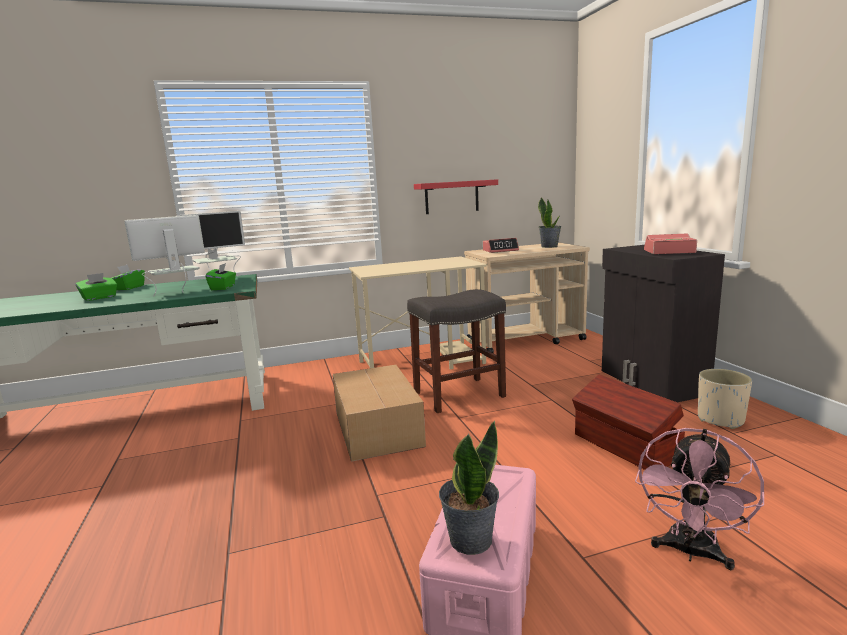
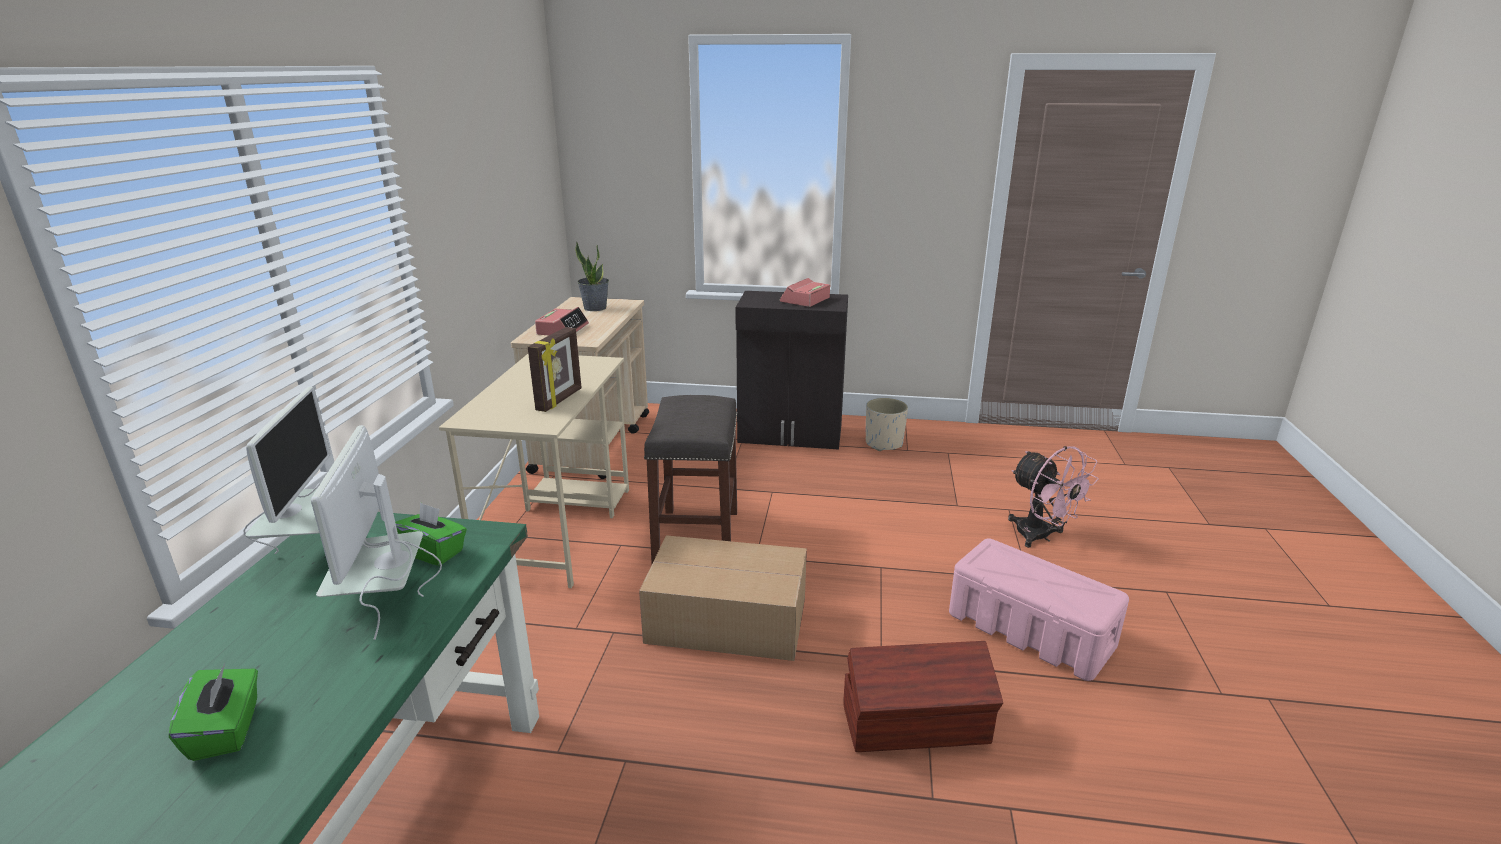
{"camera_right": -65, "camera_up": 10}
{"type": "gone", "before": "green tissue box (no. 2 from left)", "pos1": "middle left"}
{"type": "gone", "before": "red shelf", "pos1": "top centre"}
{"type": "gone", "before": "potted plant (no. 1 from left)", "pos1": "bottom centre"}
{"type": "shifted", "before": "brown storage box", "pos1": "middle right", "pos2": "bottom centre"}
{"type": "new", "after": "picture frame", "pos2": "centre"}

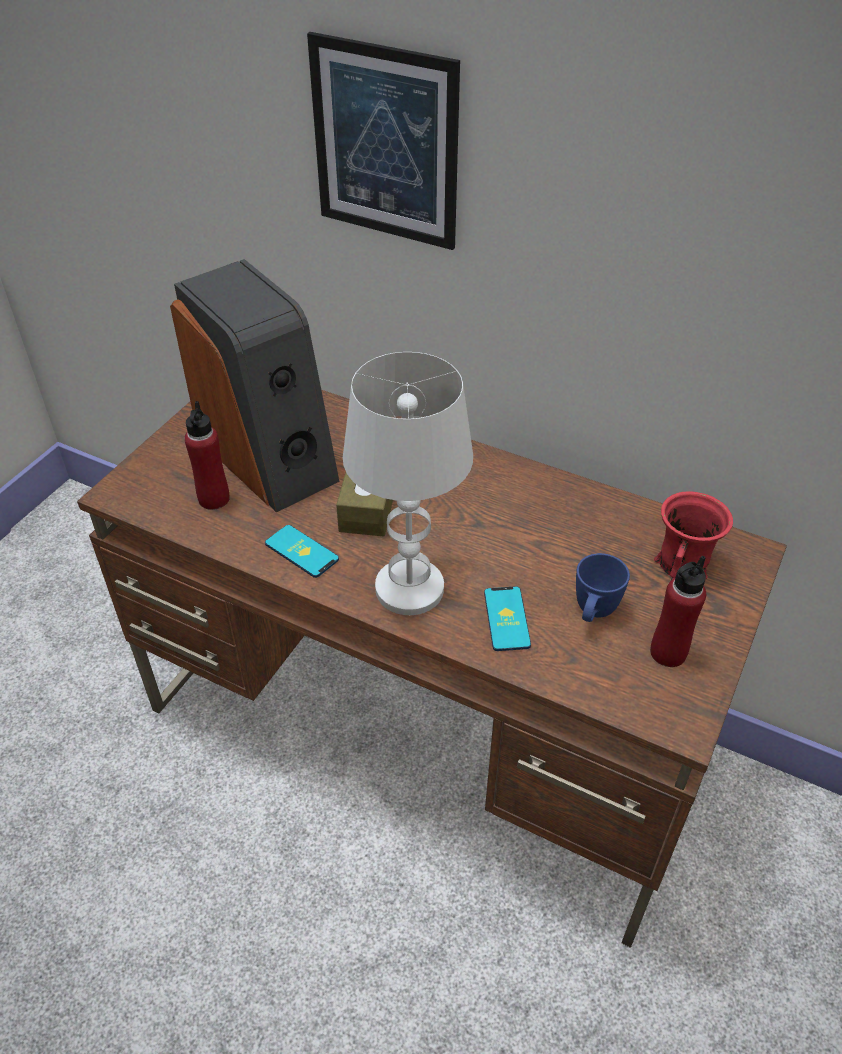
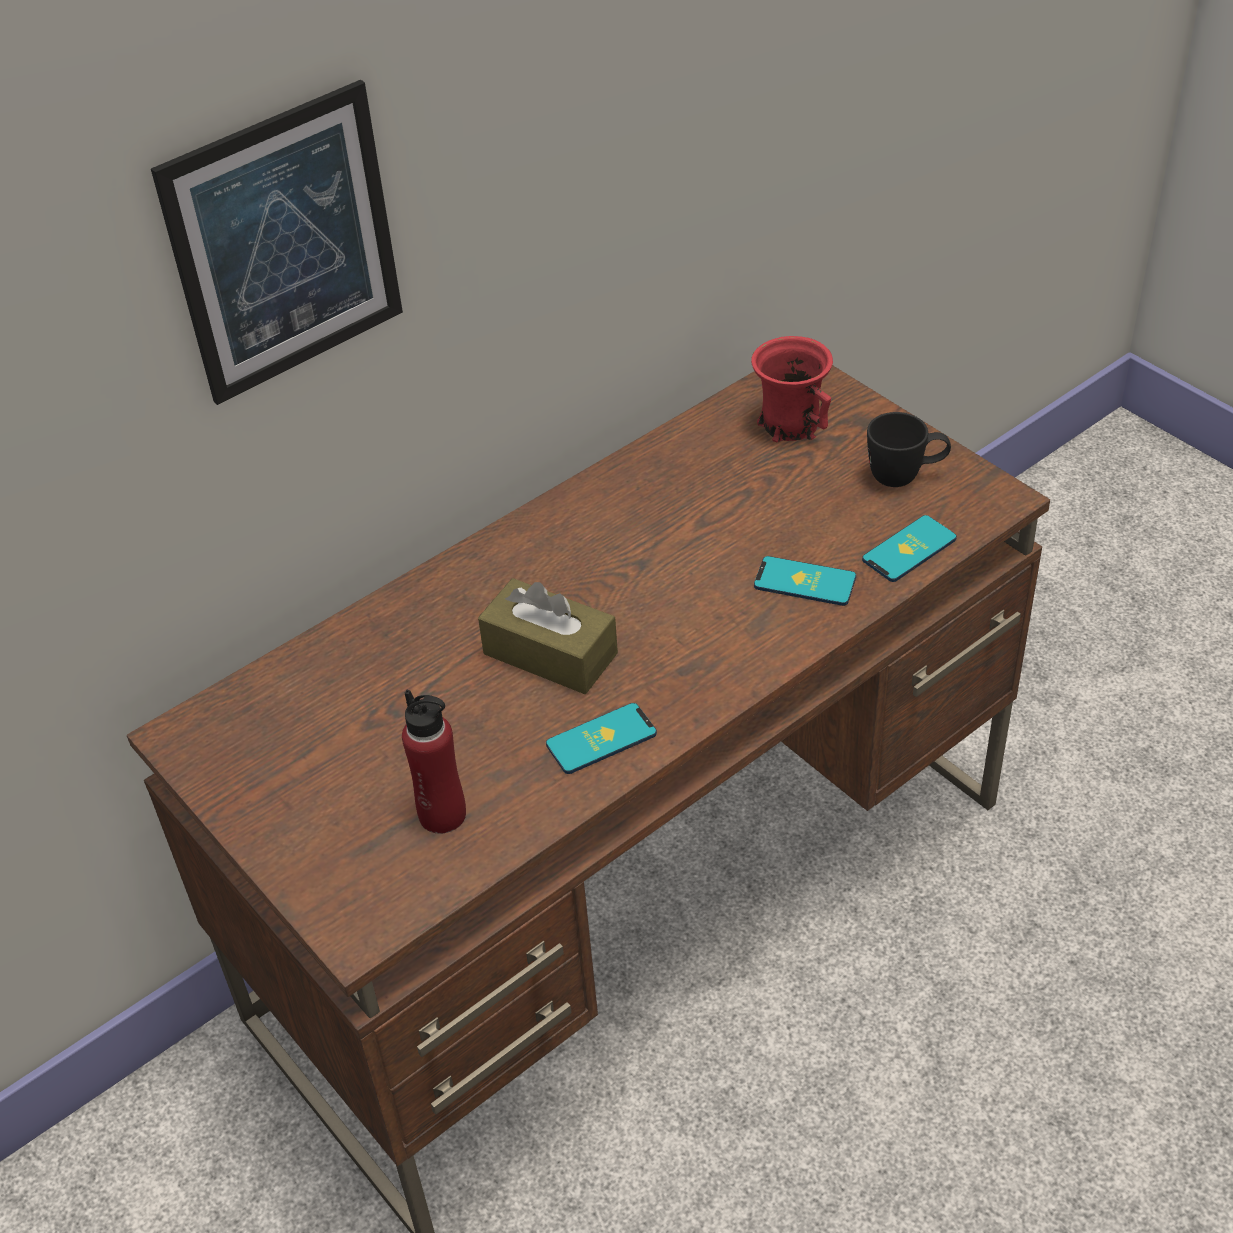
{"camera_right": -65, "camera_up": 0}
{"type": "gone", "before": "speaker", "pos1": "middle left"}
{"type": "gone", "before": "white table lamp", "pos1": "centre"}
{"type": "gone", "before": "blue mug", "pos1": "middle right"}
{"type": "swapped", "before": "red bottle (no. 2 from left)", "after": "black mug", "pos1": "middle right", "pos2": "middle right"}
{"type": "new", "after": "phone (no. 3 from left)", "pos2": "middle right"}

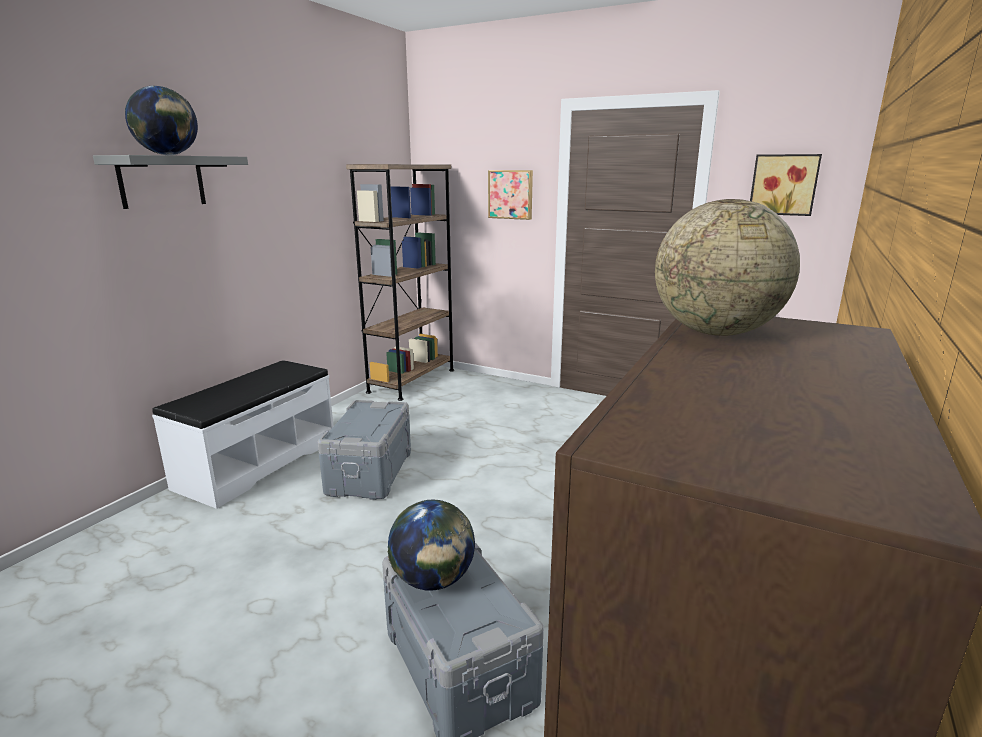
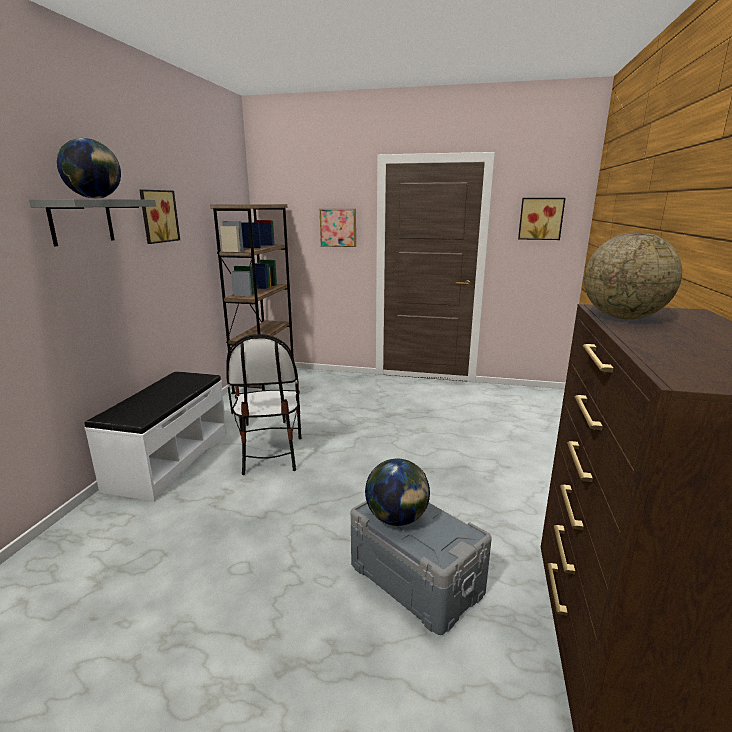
{"camera_right": -15, "camera_up": 0}
{"type": "swapped", "before": "grey storage box (no. 1 from left)", "after": "chair", "pos1": "centre", "pos2": "centre"}
{"type": "new", "after": "picture (no. 1 from left)", "pos2": "top left"}

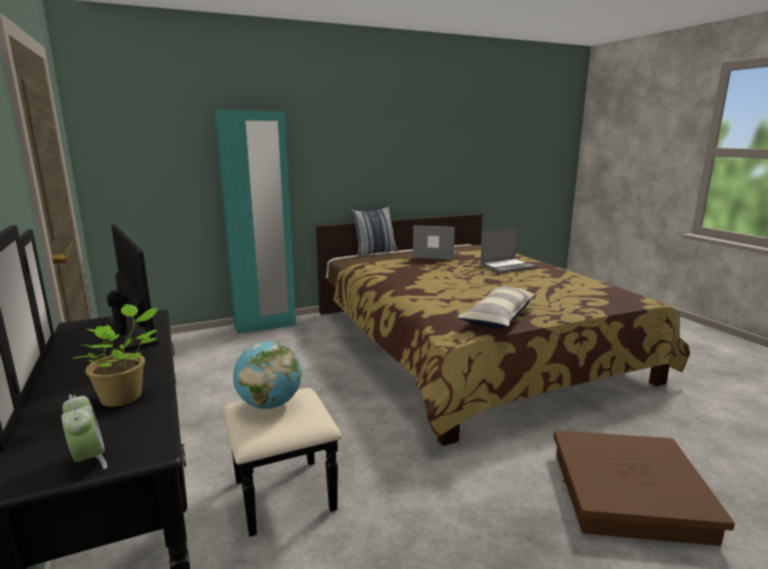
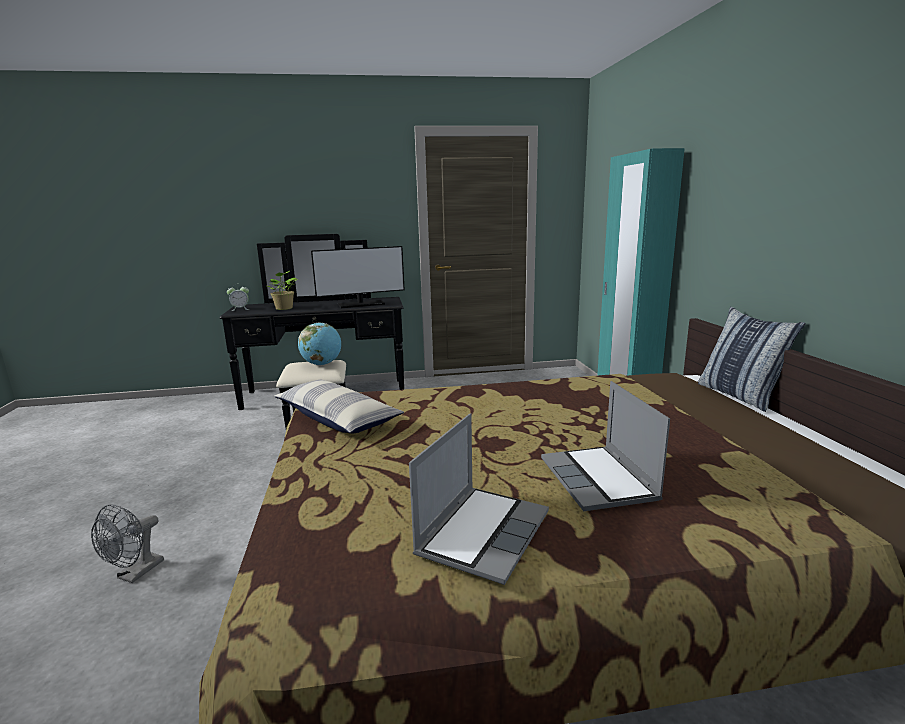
{"camera_right": 105, "camera_up": 0}
{"type": "shifted", "before": "laptop (no. 1 from left)", "pos1": "centre", "pos2": "bottom centre"}
{"type": "swapped", "before": "brown storage box", "after": "grey fan", "pos1": "bottom right", "pos2": "bottom left"}

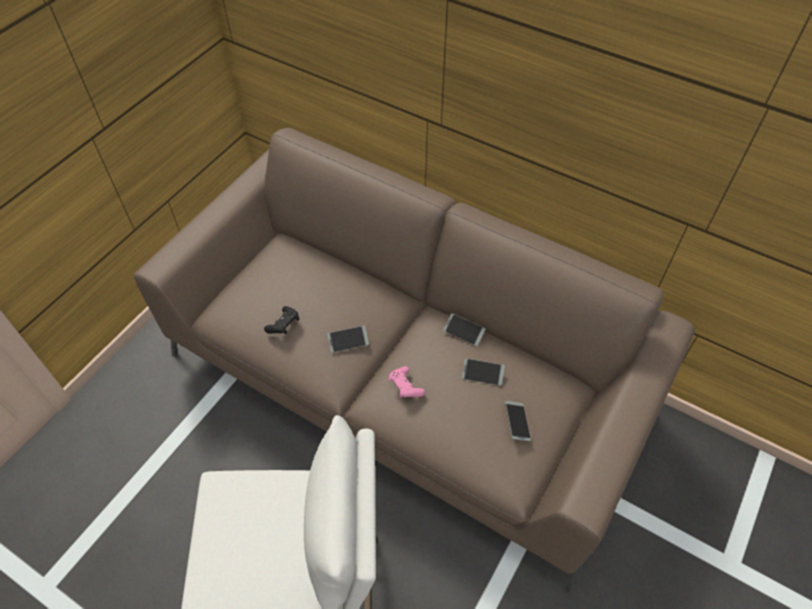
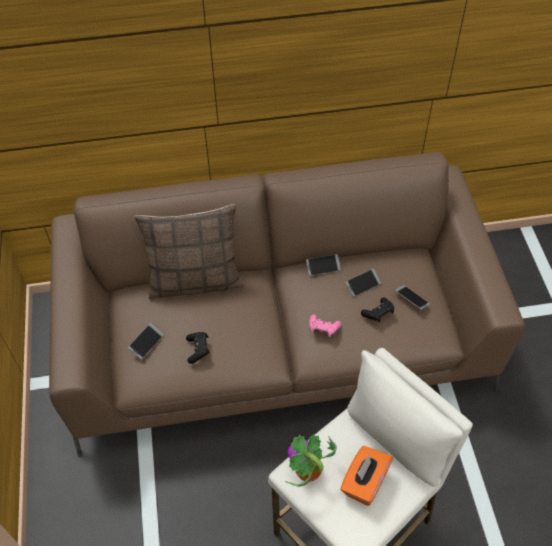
{"camera_right": -40, "camera_up": 0}
{"type": "shifted", "before": "phone (no. 1 from left)", "pos1": "centre", "pos2": "middle left"}
{"type": "new", "after": "pillow", "pos2": "centre"}
{"type": "new", "after": "potted plant", "pos2": "bottom centre"}
{"type": "new", "after": "orange tissue box", "pos2": "bottom centre"}
{"type": "new", "after": "black game controller (no. 2 from left)", "pos2": "middle right"}

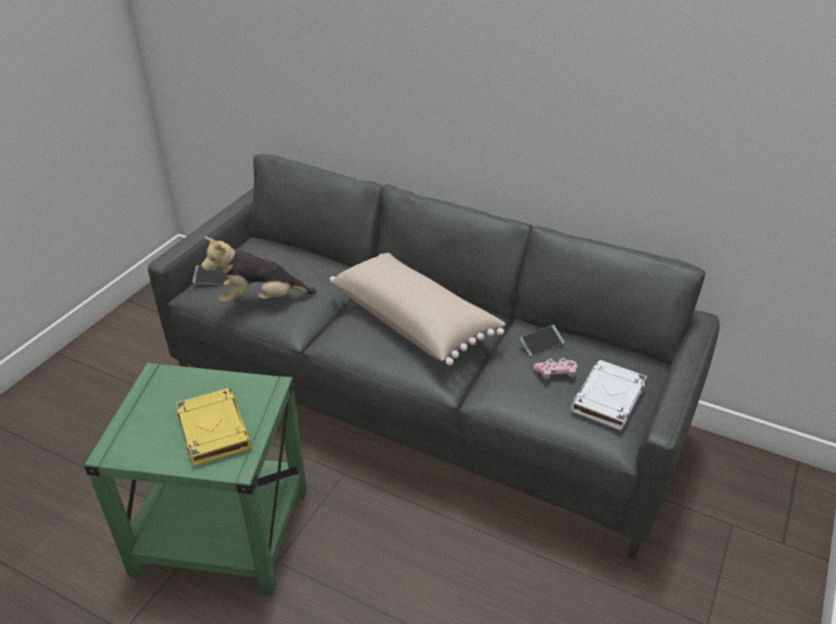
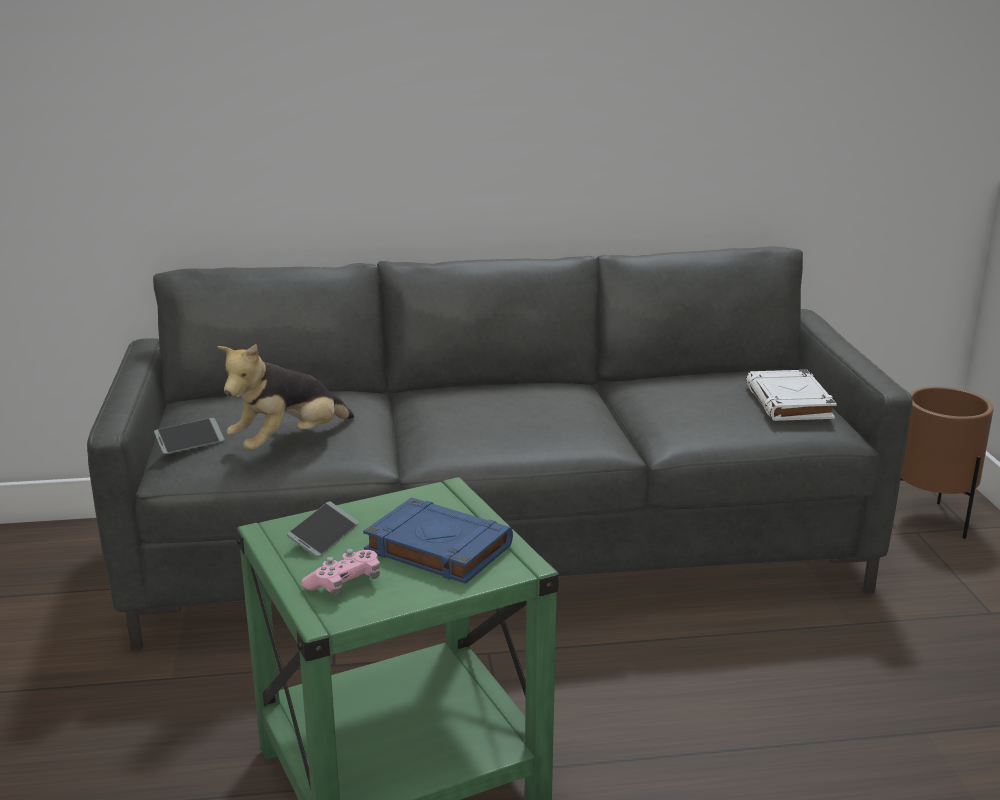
{"camera_right": -35, "camera_up": -15}
{"type": "repainted", "before": "yellow book", "after": "blue book", "pos1": "bottom left", "pos2": "bottom centre"}
{"type": "gone", "before": "beige pillow", "pos1": "centre"}
{"type": "shifted", "before": "phone (no. 2 from left)", "pos1": "centre", "pos2": "middle left"}
{"type": "shifted", "before": "pink game controller", "pos1": "centre", "pos2": "bottom centre"}
{"type": "new", "after": "brown planter", "pos2": "middle right"}

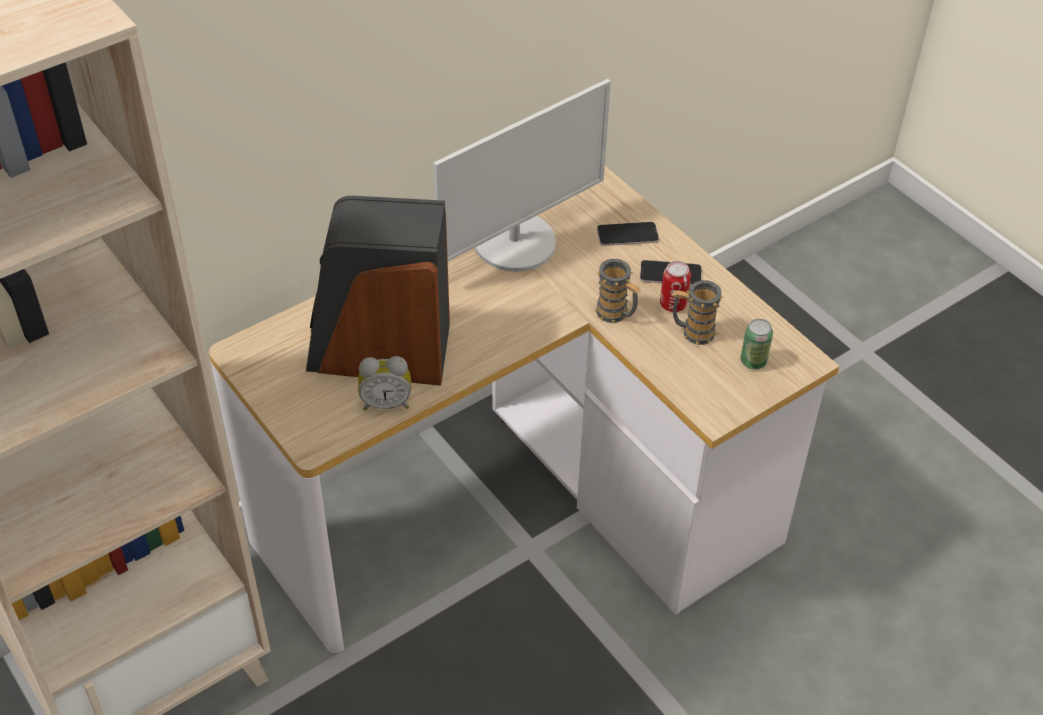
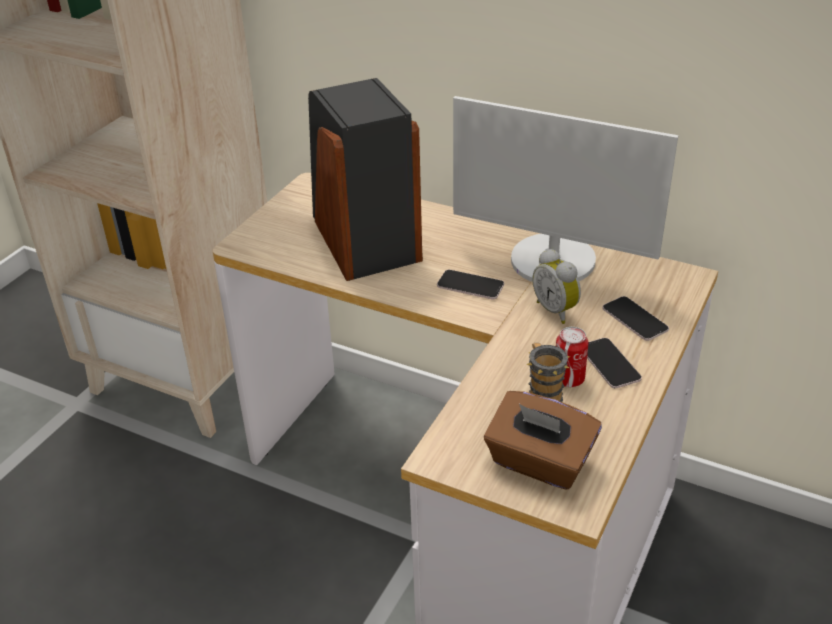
{"camera_right": 65, "camera_up": -10}
{"type": "shifted", "before": "alarm clock", "pos1": "centre", "pos2": "middle right"}
{"type": "gone", "before": "mug (no. 1 from left)", "pos1": "centre"}
{"type": "swapped", "before": "can (no. 2 from left)", "after": "brown tissue box", "pos1": "middle right", "pos2": "bottom centre"}
{"type": "new", "after": "phone (no. 1 from left)", "pos2": "centre"}

